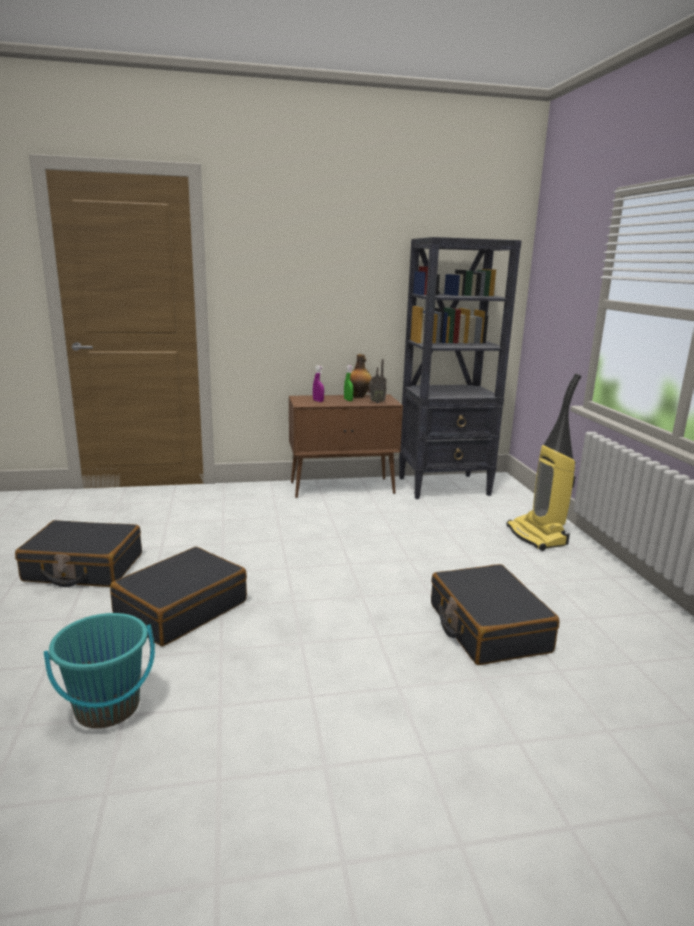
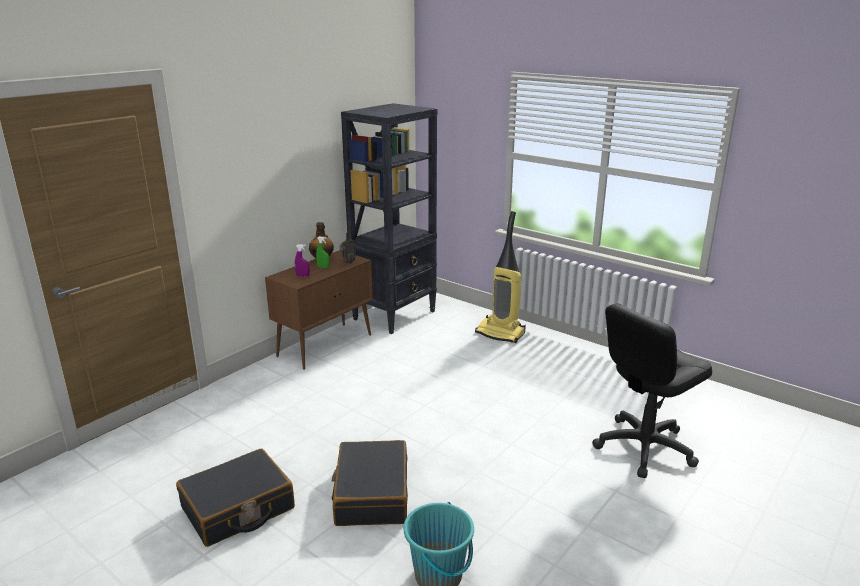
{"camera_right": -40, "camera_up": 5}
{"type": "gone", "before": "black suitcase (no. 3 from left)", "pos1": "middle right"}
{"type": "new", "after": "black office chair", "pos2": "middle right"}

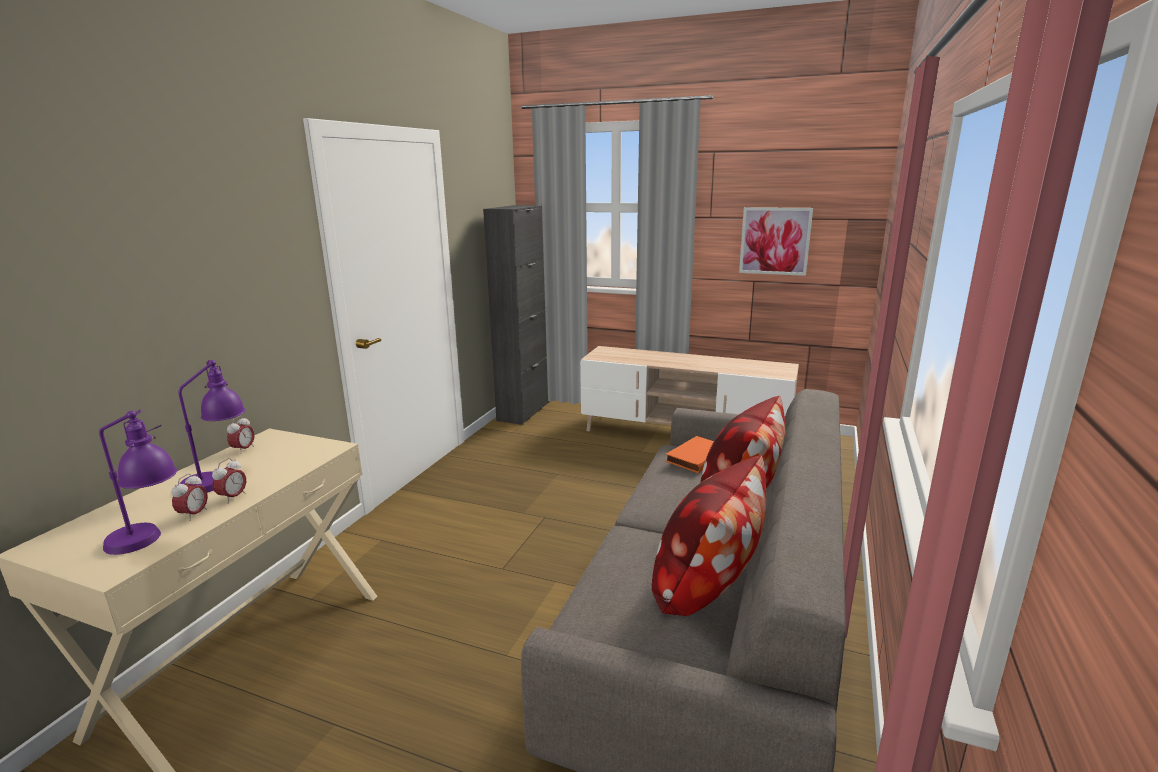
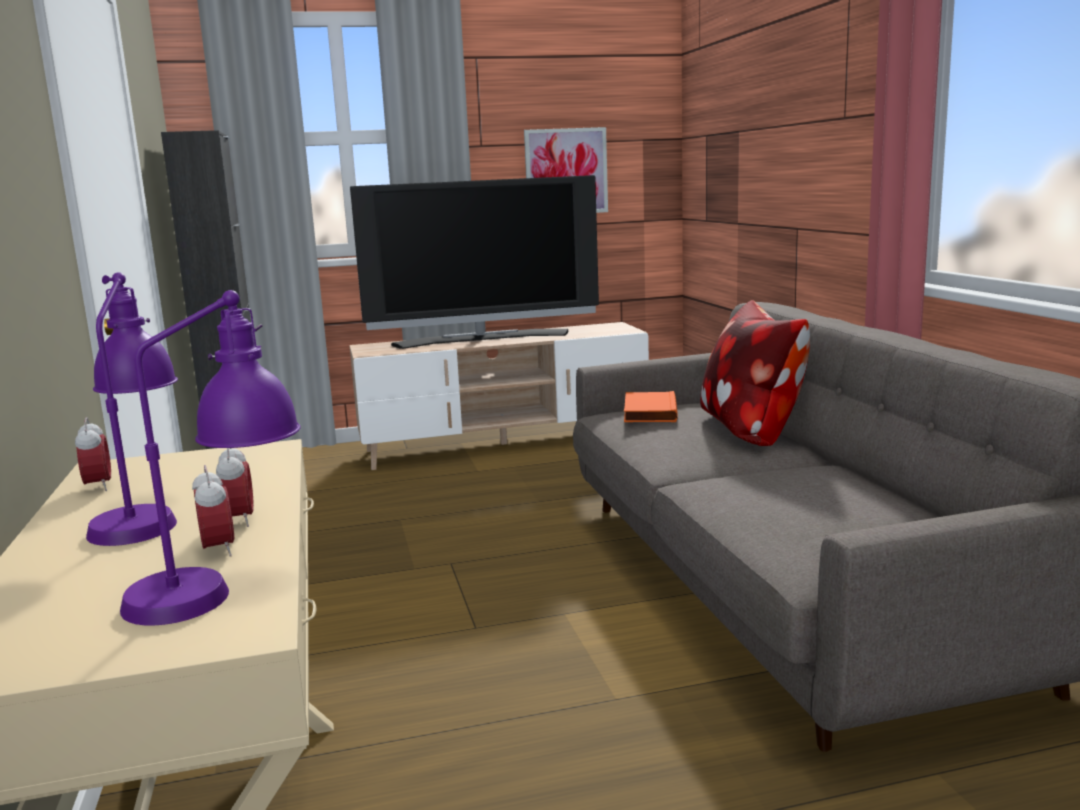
{"camera_right": -35, "camera_up": -5}
{"type": "gone", "before": "pillow (no. 1 from left)", "pos1": "bottom centre"}
{"type": "new", "after": "television", "pos2": "top centre"}

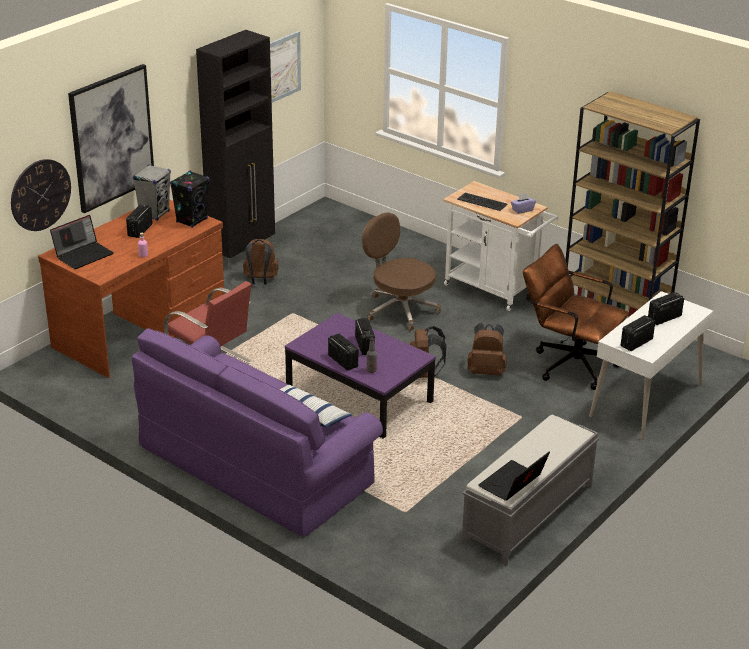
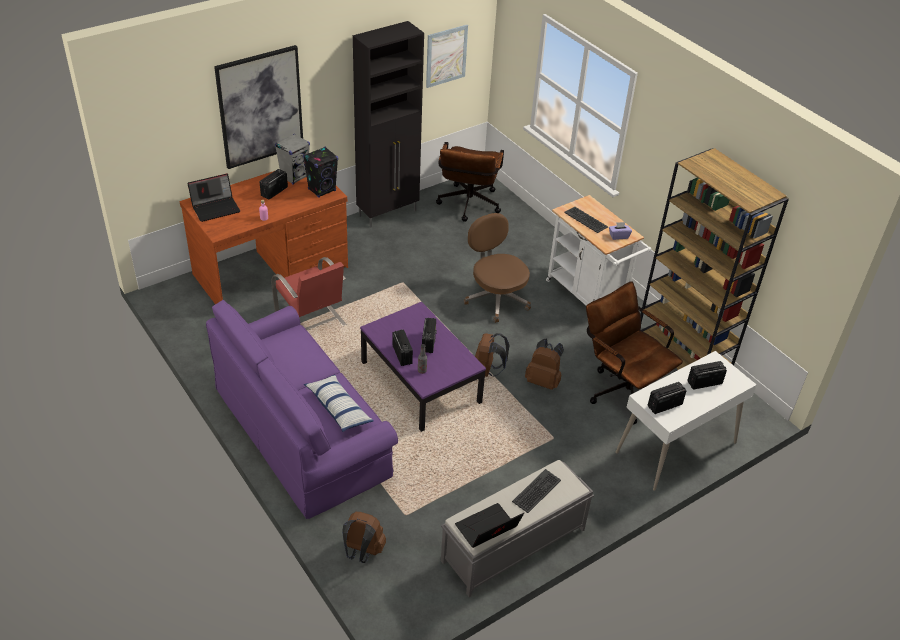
{"camera_right": 15, "camera_up": 10}
{"type": "gone", "before": "wall clock", "pos1": "top left"}
{"type": "shifted", "before": "brown backpack (no. 1 from left)", "pos1": "centre", "pos2": "bottom centre"}
{"type": "new", "after": "brown office chair (no. 1 from left)", "pos2": "top centre"}
{"type": "new", "after": "keyboard (no. 1 from left)", "pos2": "bottom centre"}

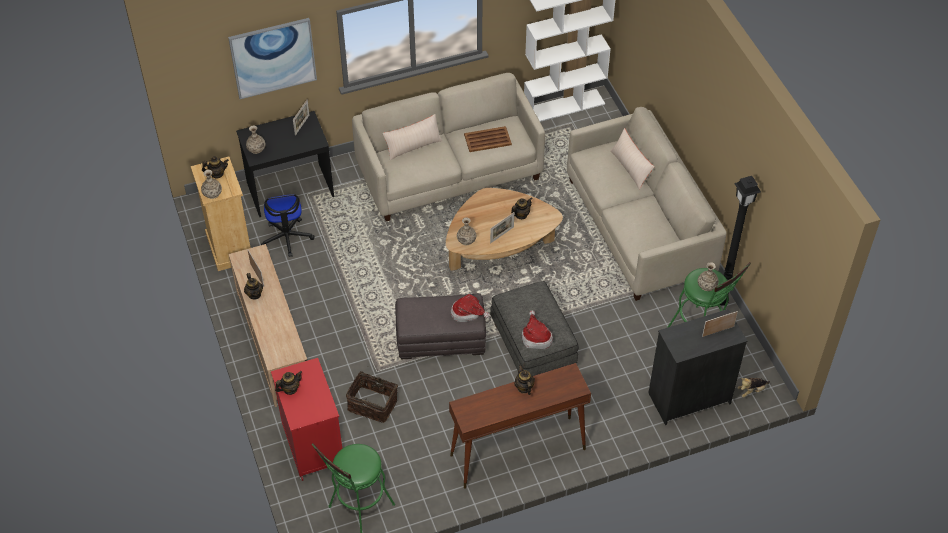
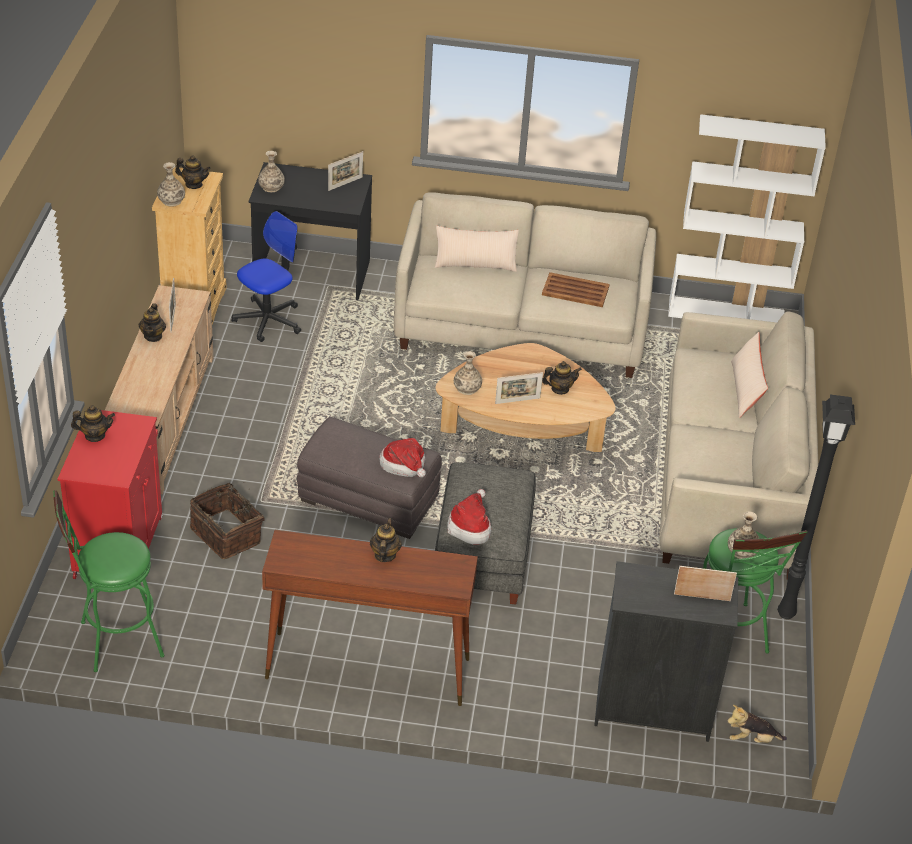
{"camera_right": 25, "camera_up": -10}
{"type": "gone", "before": "picture", "pos1": "top left"}
{"type": "rotated", "before": "office chair", "pos1": "middle left", "pos2": "top left", "turn": -150}

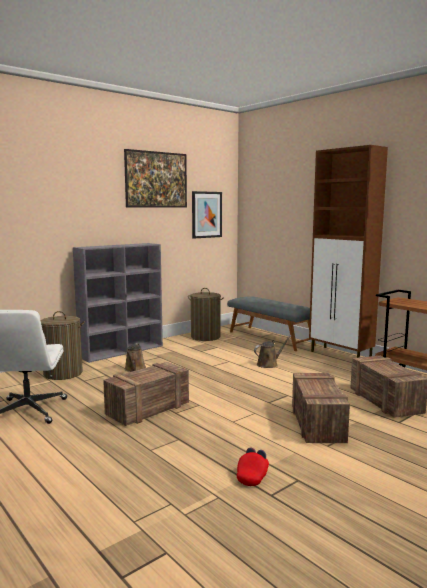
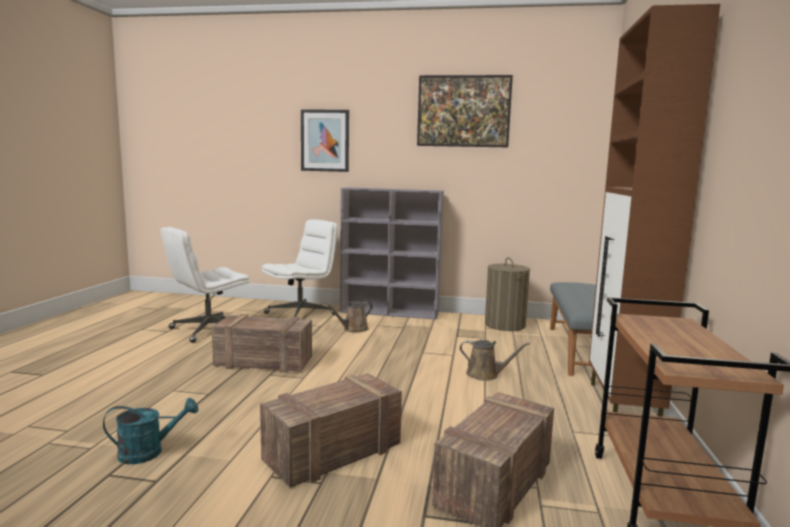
{"camera_right": 50, "camera_up": 0}
{"type": "swapped", "before": "laundry basket (no. 1 from left)", "after": "white office chair (no. 2 from left)", "pos1": "middle left", "pos2": "centre"}
{"type": "shifted", "before": "picture (no. 2 from left in the first image)", "after": "picture (no. 1 from left)", "pos1": "centre", "pos2": "top centre"}
{"type": "swapped", "before": "red cap", "after": "turquoise watering can", "pos1": "bottom centre", "pos2": "bottom left"}

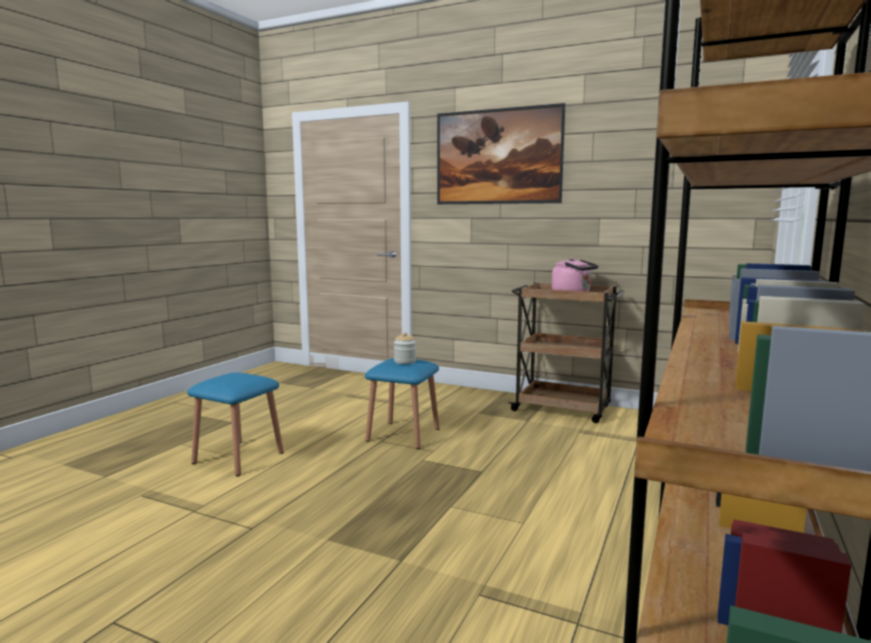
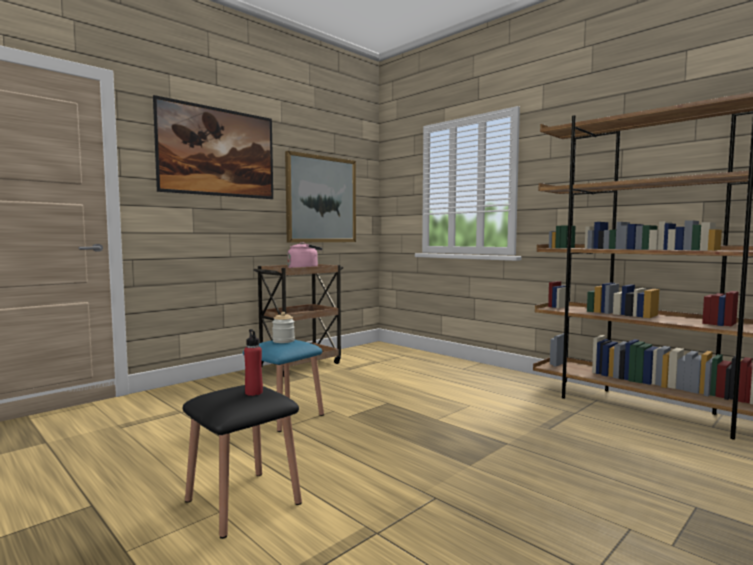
{"camera_right": -70, "camera_up": -5}
{"type": "repainted", "before": "blue stool (no. 1 from left)", "after": "black stool", "pos1": "middle left", "pos2": "bottom left"}
{"type": "new", "after": "red bottle", "pos2": "centre"}
{"type": "new", "after": "picture (no. 2 from left)", "pos2": "centre"}

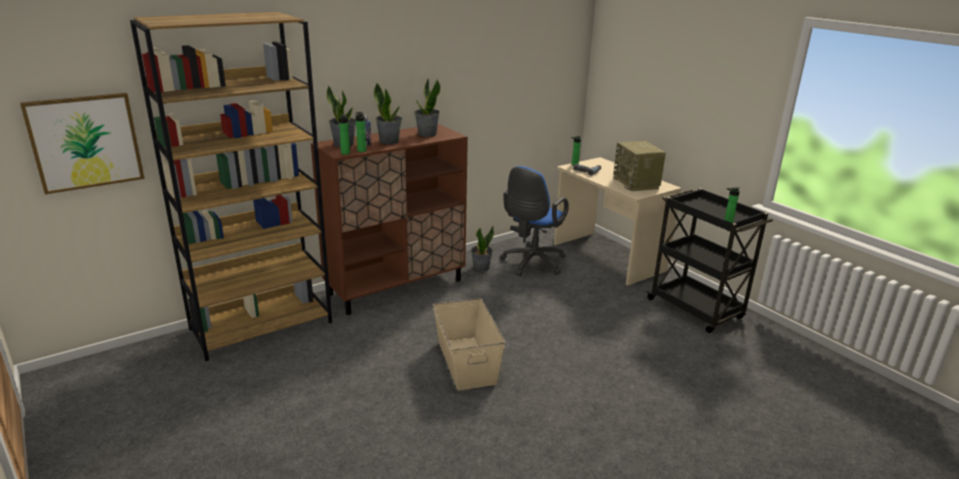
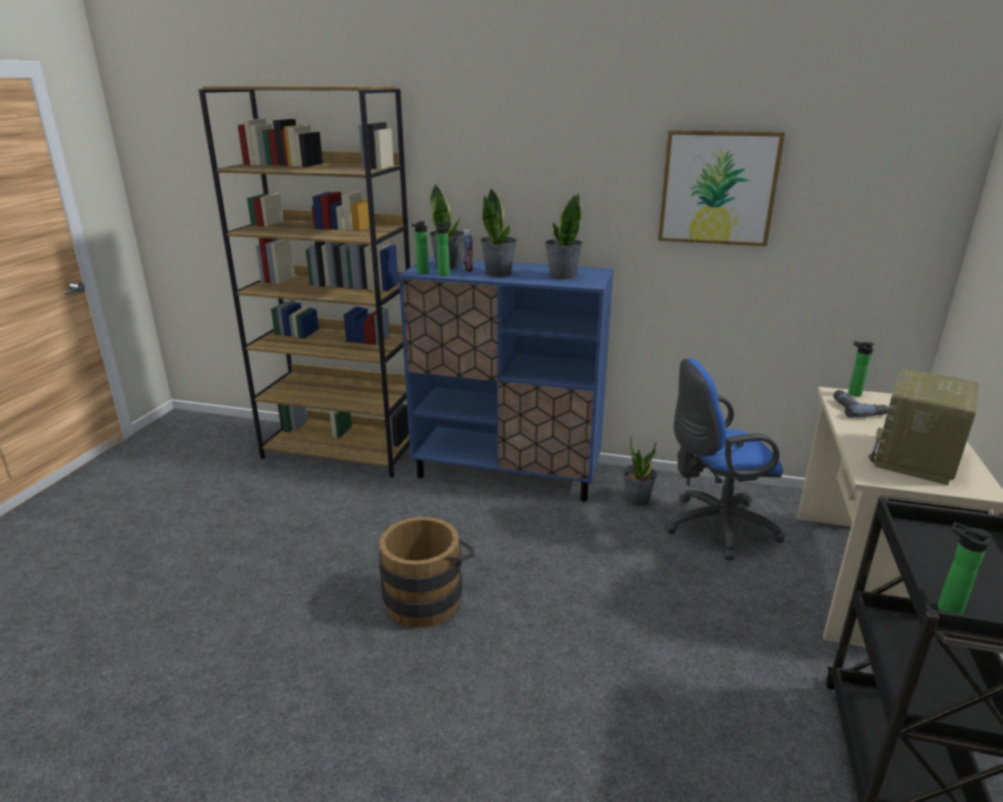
{"camera_right": 50, "camera_up": 0}
{"type": "shifted", "before": "picture", "pos1": "top left", "pos2": "top right"}
{"type": "repainted", "before": "brown cabinet", "after": "blue cabinet", "pos1": "centre", "pos2": "centre"}
{"type": "swapped", "before": "beige storage box", "after": "brown bucket", "pos1": "bottom centre", "pos2": "bottom centre"}

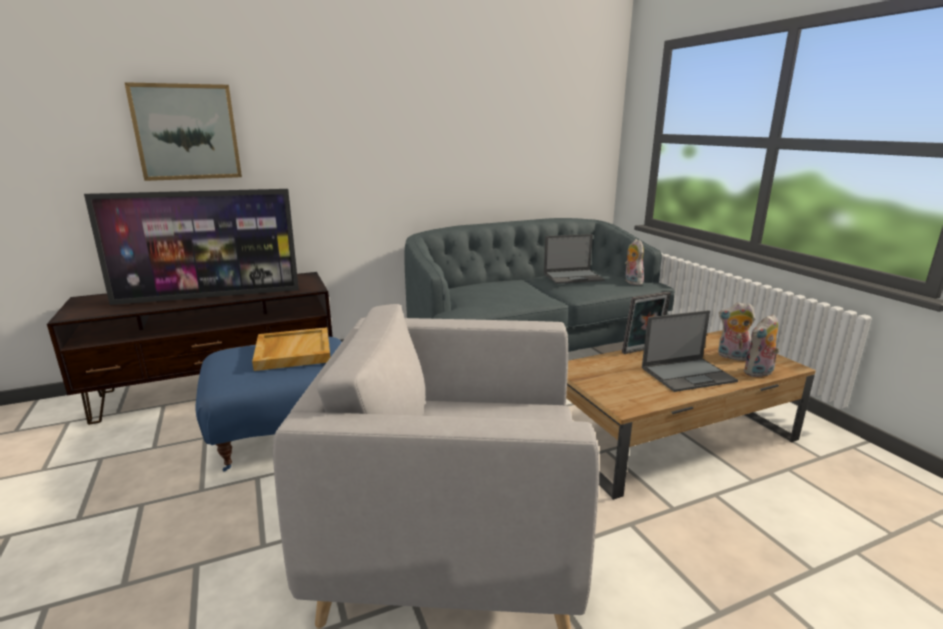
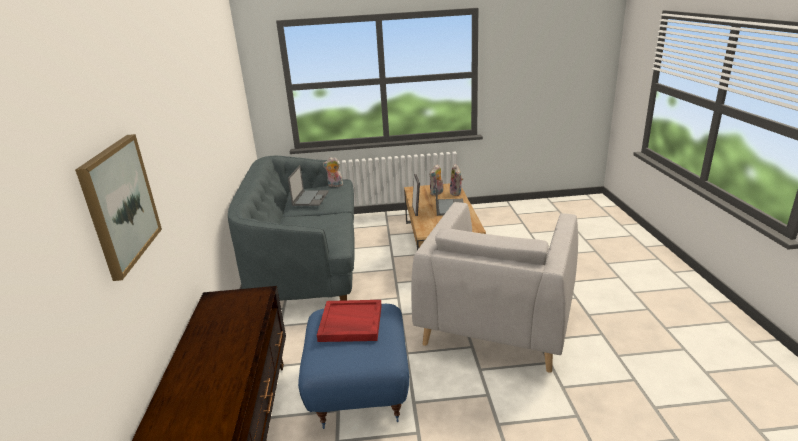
{"camera_right": -70, "camera_up": 5}
{"type": "gone", "before": "television", "pos1": "middle left"}
{"type": "repainted", "before": "beige tray", "after": "red tray", "pos1": "middle left", "pos2": "bottom centre"}

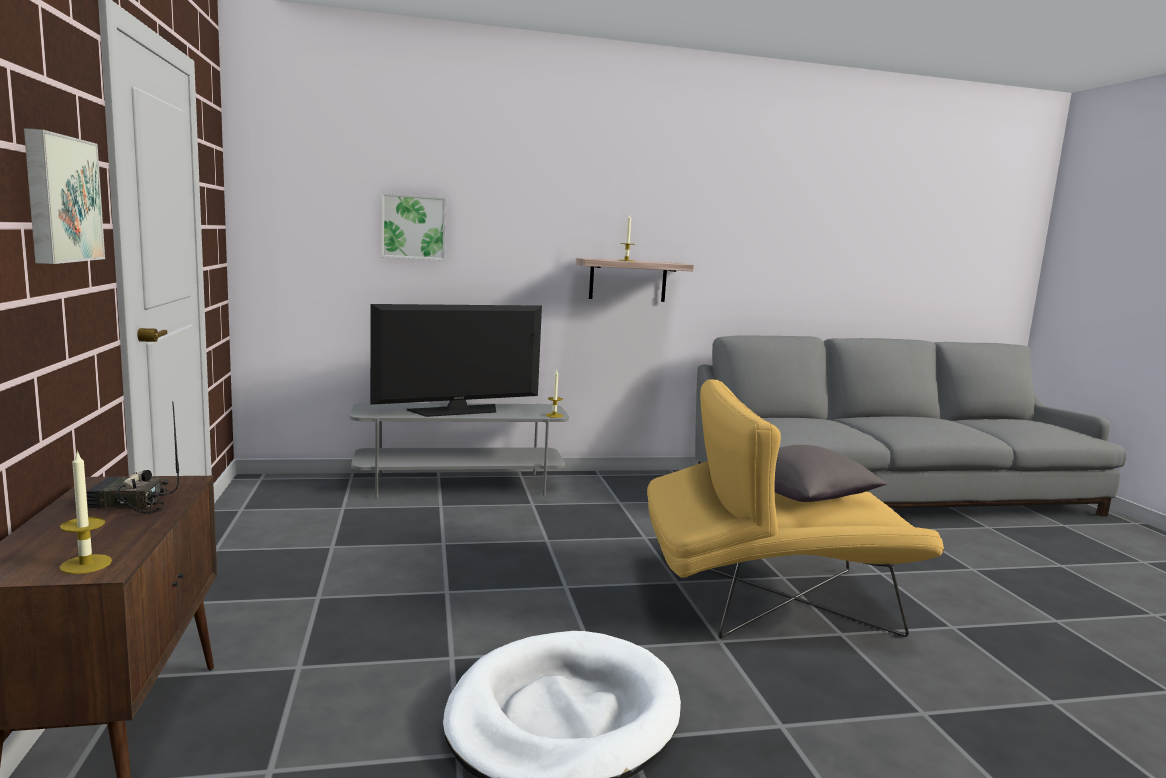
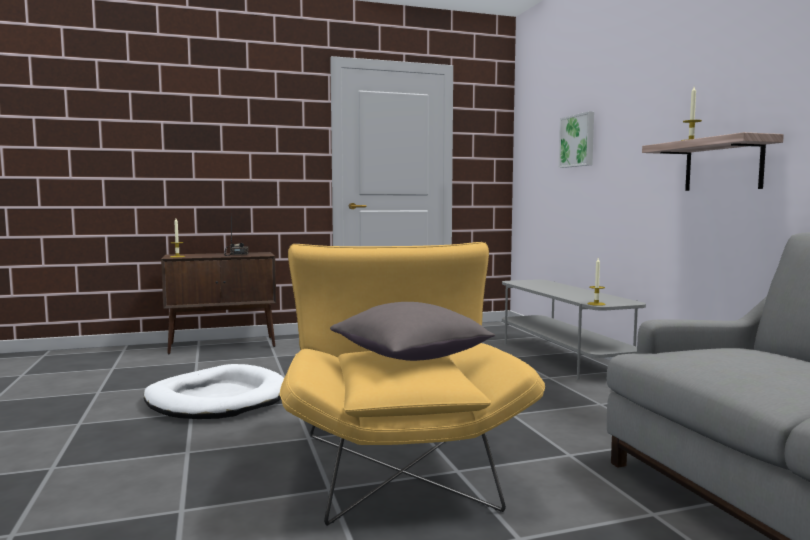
{"camera_right": 85, "camera_up": -5}
{"type": "gone", "before": "picture (no. 1 from left)", "pos1": "top left"}
{"type": "gone", "before": "television", "pos1": "centre"}

